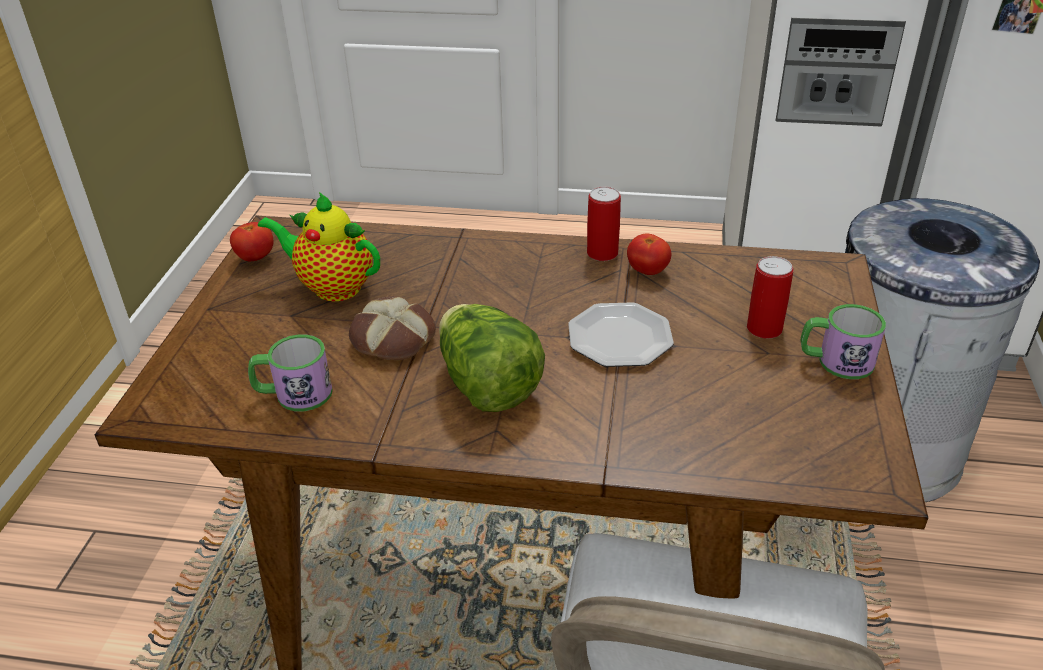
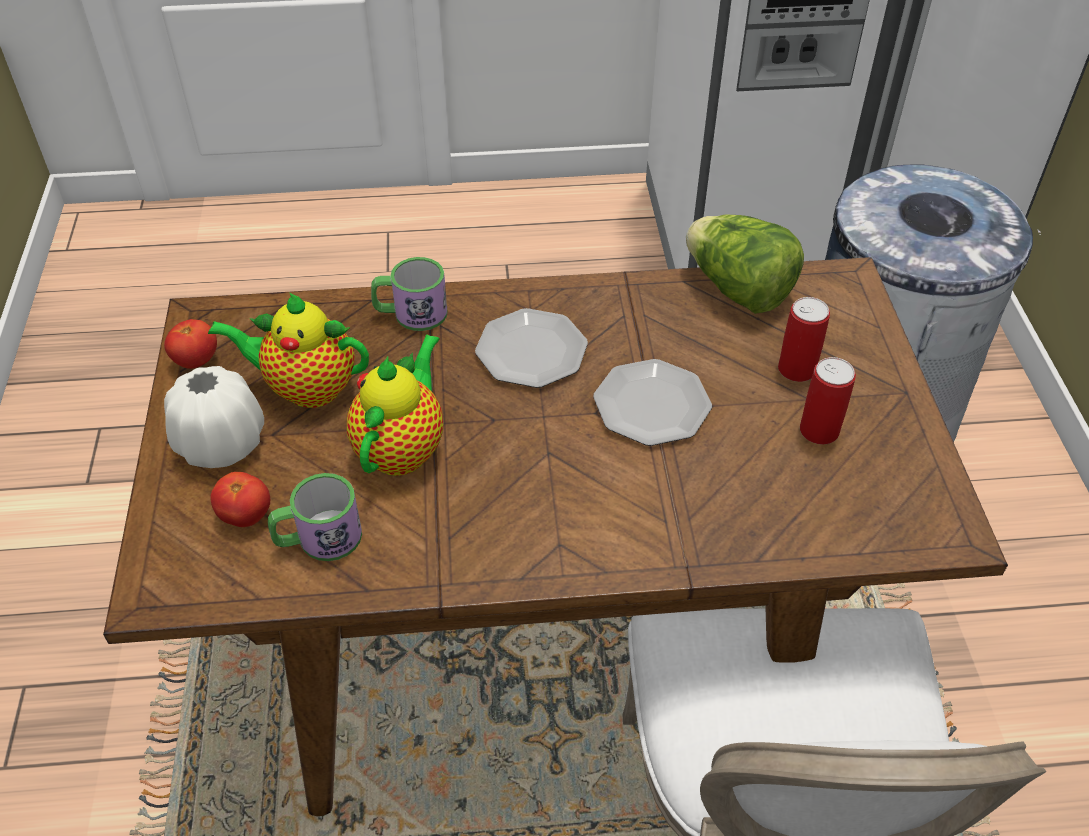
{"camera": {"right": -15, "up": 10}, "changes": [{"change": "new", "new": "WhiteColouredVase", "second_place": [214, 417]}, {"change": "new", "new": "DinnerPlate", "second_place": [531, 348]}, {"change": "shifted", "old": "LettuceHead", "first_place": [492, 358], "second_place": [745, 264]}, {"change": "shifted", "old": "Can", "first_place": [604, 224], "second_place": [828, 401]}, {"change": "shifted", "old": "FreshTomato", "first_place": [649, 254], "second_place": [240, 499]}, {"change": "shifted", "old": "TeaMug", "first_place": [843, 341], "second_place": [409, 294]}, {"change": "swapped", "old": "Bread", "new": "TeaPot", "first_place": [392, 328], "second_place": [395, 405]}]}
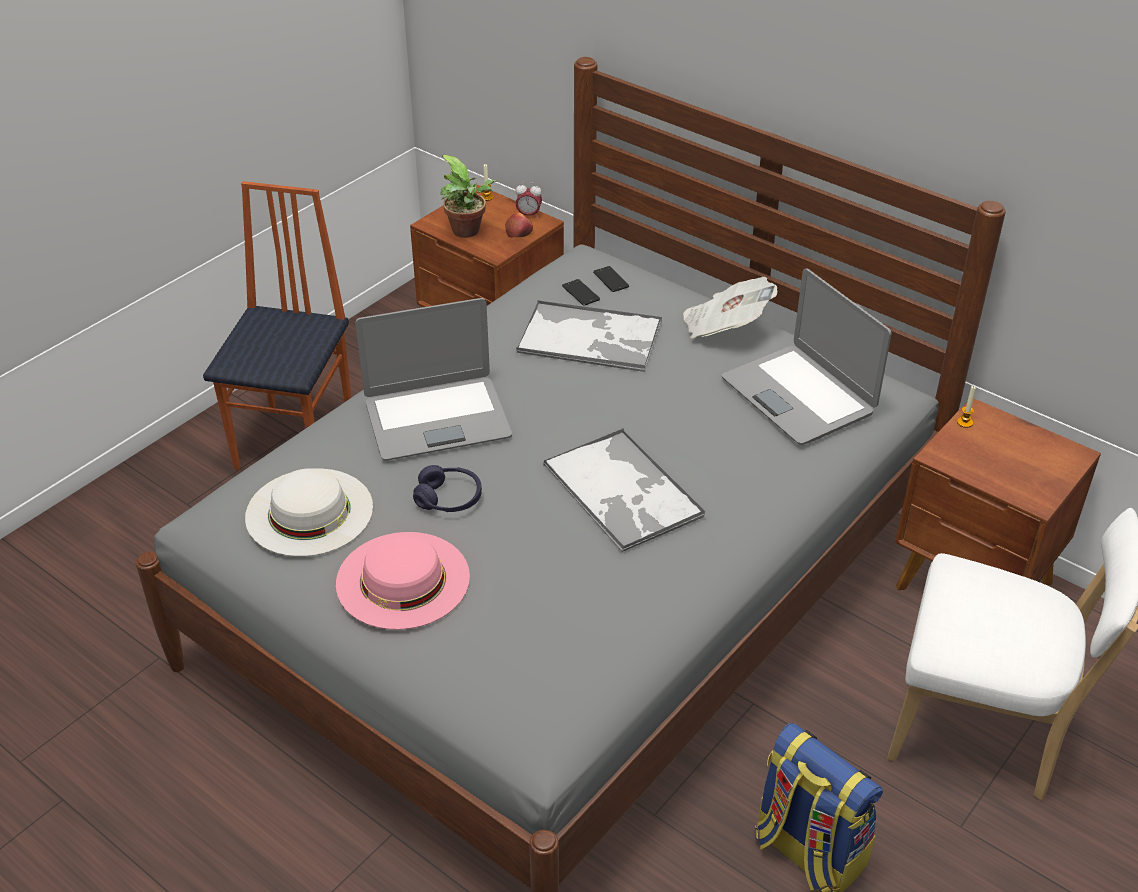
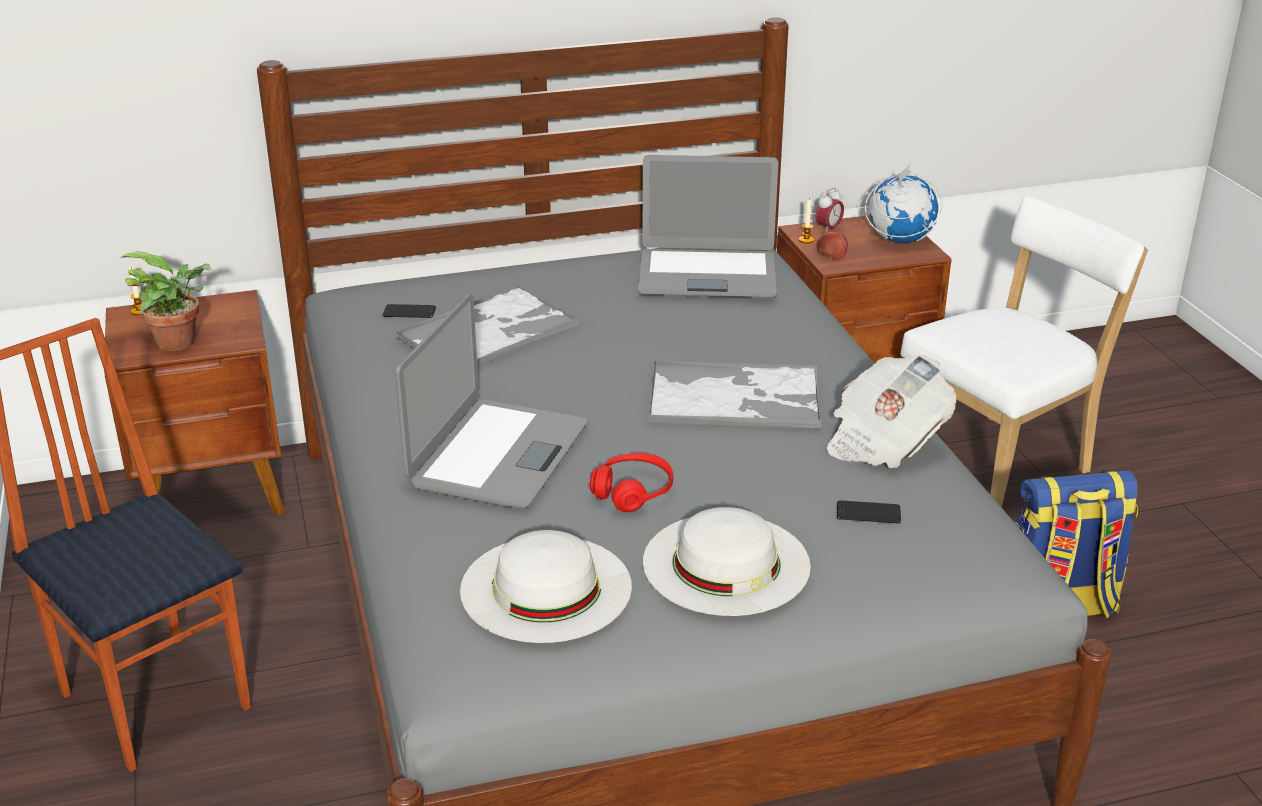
{"camera": {"right": -55, "up": -10}, "changes": [{"change": "new", "new": "Globe", "second_place": [903, 204]}, {"change": "shifted", "old": "AppleFruit", "first_place": [519, 225], "second_place": [832, 246]}, {"change": "shifted", "old": "BedsideClock", "first_place": [528, 200], "second_place": [829, 210]}, {"change": "shifted", "old": "Telephone", "first_place": [611, 279], "second_place": [869, 511]}, {"change": "shifted", "old": "DailyPaper", "first_place": [730, 308], "second_place": [891, 411]}, {"change": "repainted", "old": "PinkishClothingHat", "new": "WhiteColouredClothingHat", "first_place": [403, 581], "second_place": [727, 561]}, {"change": "repainted", "old": "PurpleColouredHeadset", "new": "RedColouredHeadset", "first_place": [447, 488], "second_place": [631, 482]}]}
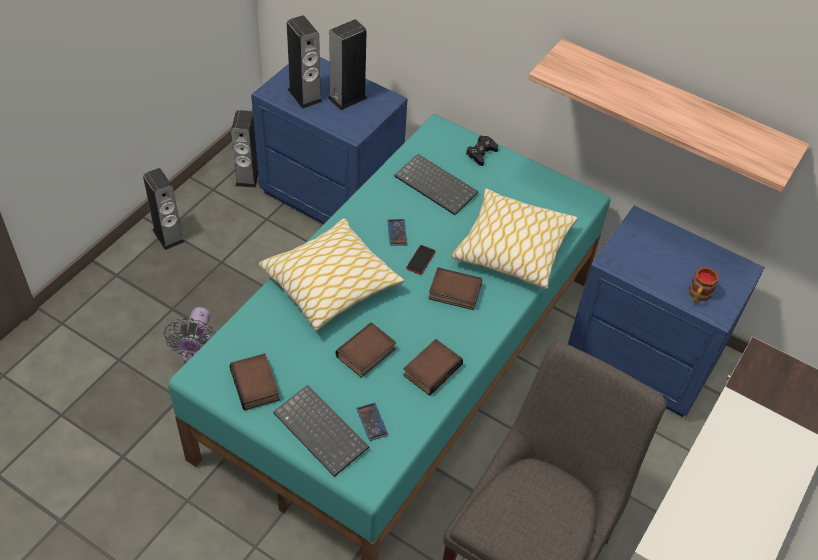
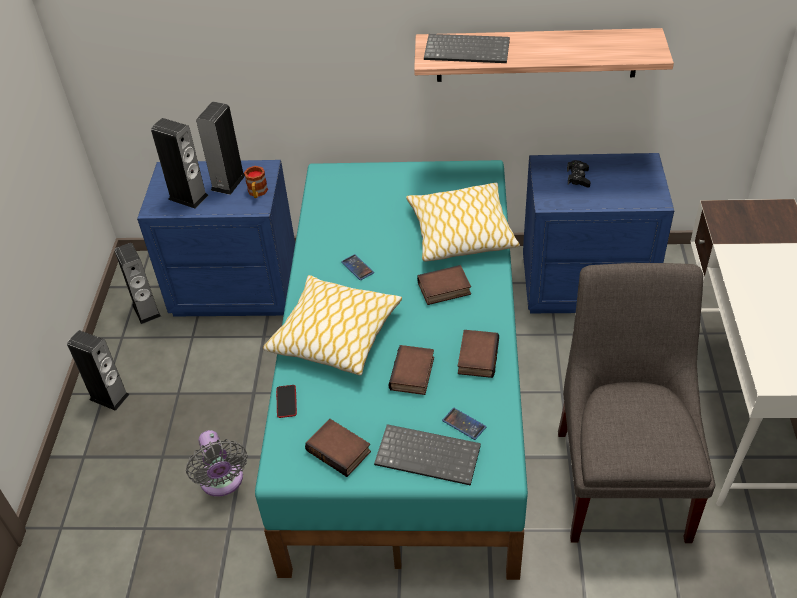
{"camera": {"right": -25, "up": -5}, "changes": [{"change": "shifted", "old": "Keyboard", "first_place": [436, 184], "second_place": [467, 48]}, {"change": "shifted", "old": "Telephone", "first_place": [421, 260], "second_place": [286, 401]}, {"change": "shifted", "old": "BlackGamepad", "first_place": [482, 150], "second_place": [578, 173]}, {"change": "shifted", "old": "TeaMug", "first_place": [704, 285], "second_place": [256, 182]}]}
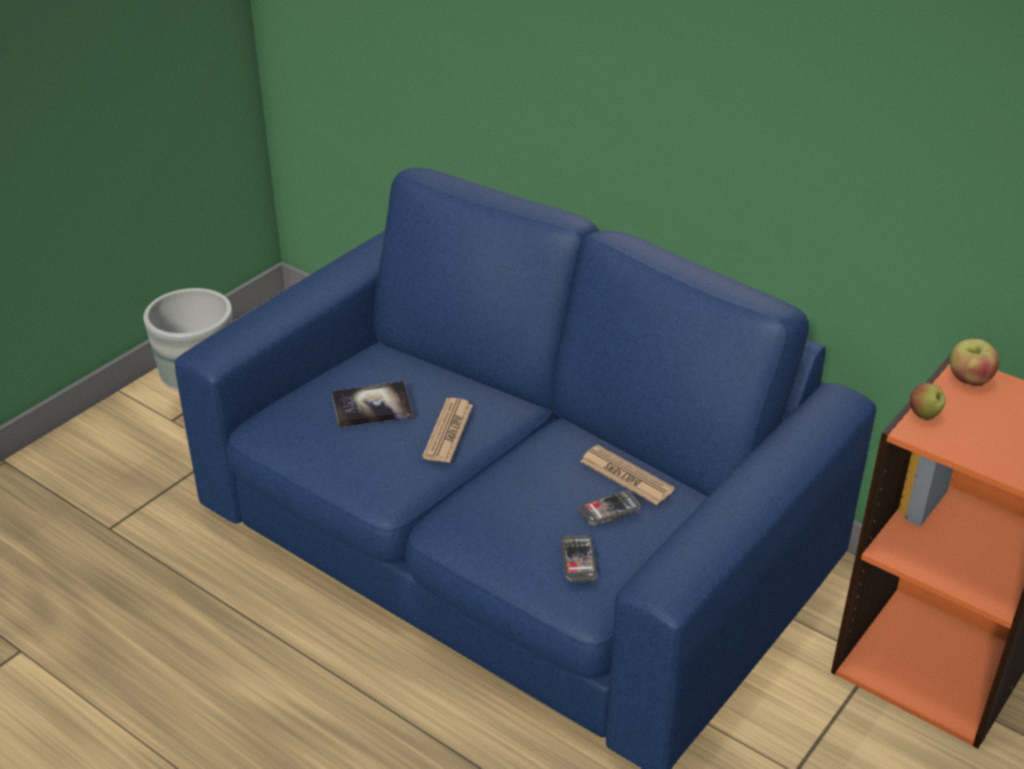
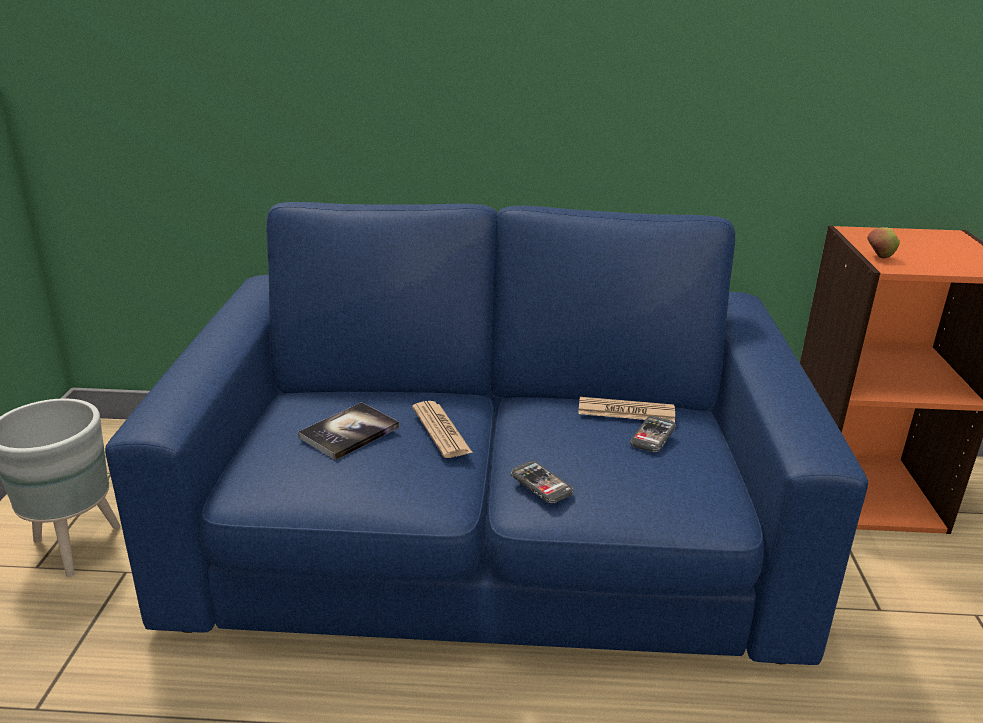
{"camera": {"right": -35, "up": -10}, "changes": [{"change": "gone", "old": "AppleFruit", "first_place": [974, 362]}, {"change": "shifted", "old": "Telephone", "first_place": [579, 558], "second_place": [542, 482]}]}
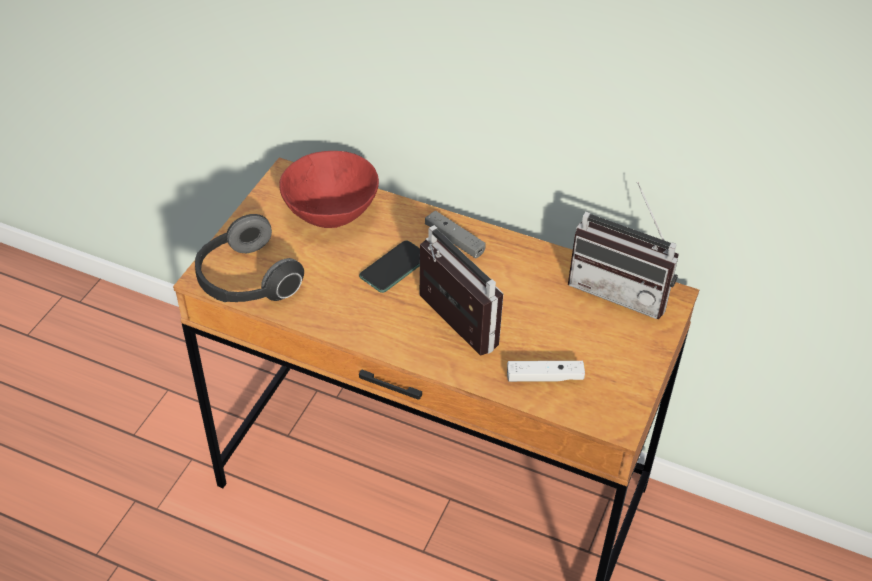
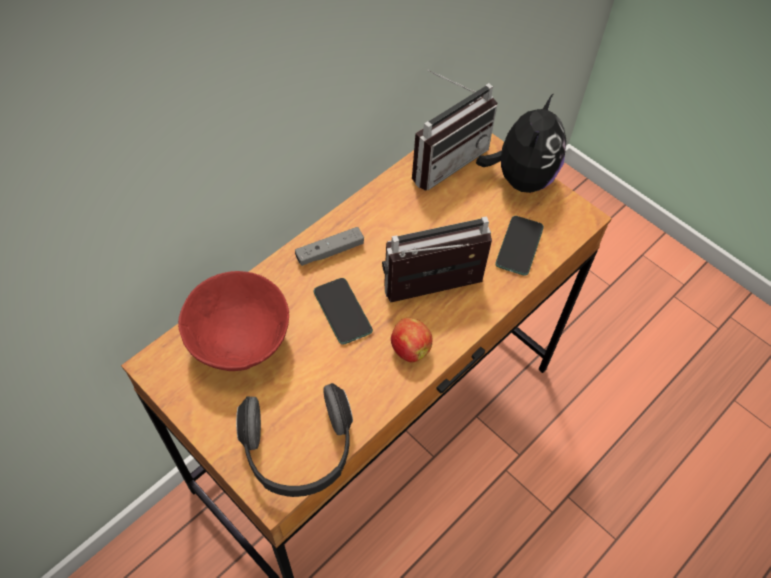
{"camera": {"right": -70, "up": 10}, "changes": [{"change": "new", "new": "AppleFruit", "second_place": [412, 340]}, {"change": "new", "new": "SoftToy", "second_place": [521, 143]}, {"change": "swapped", "old": "WhiteColouredGamepad", "new": "Telephone", "first_place": [546, 371], "second_place": [519, 246]}]}
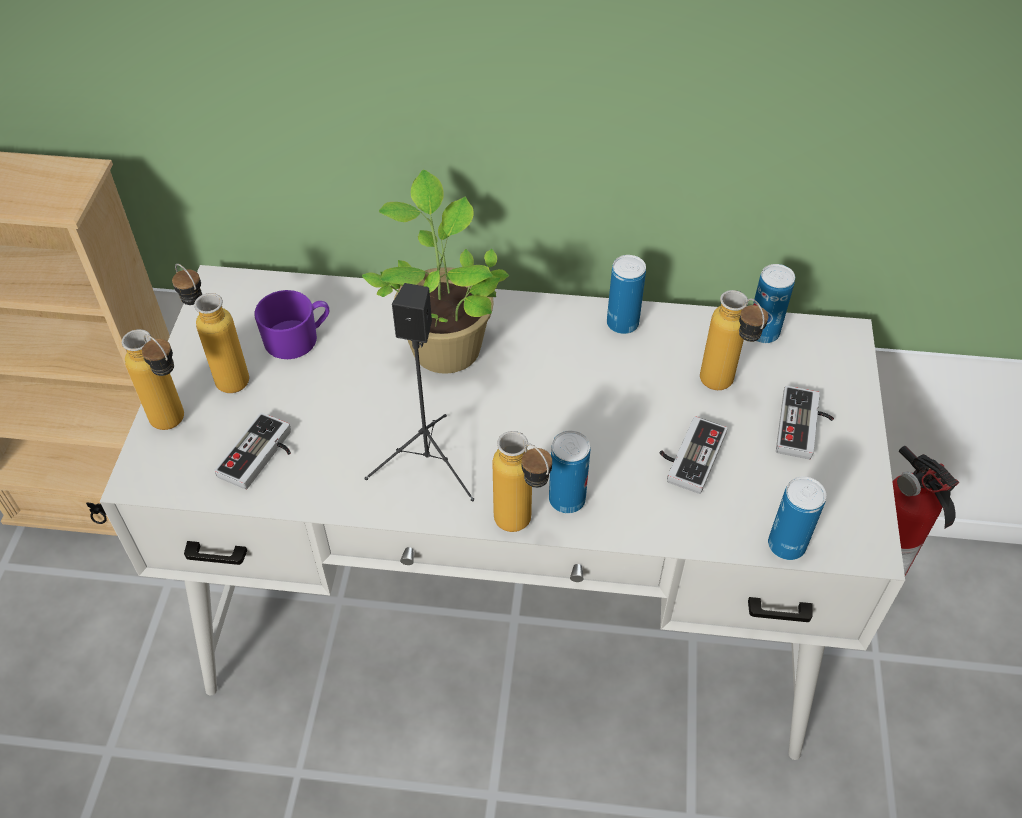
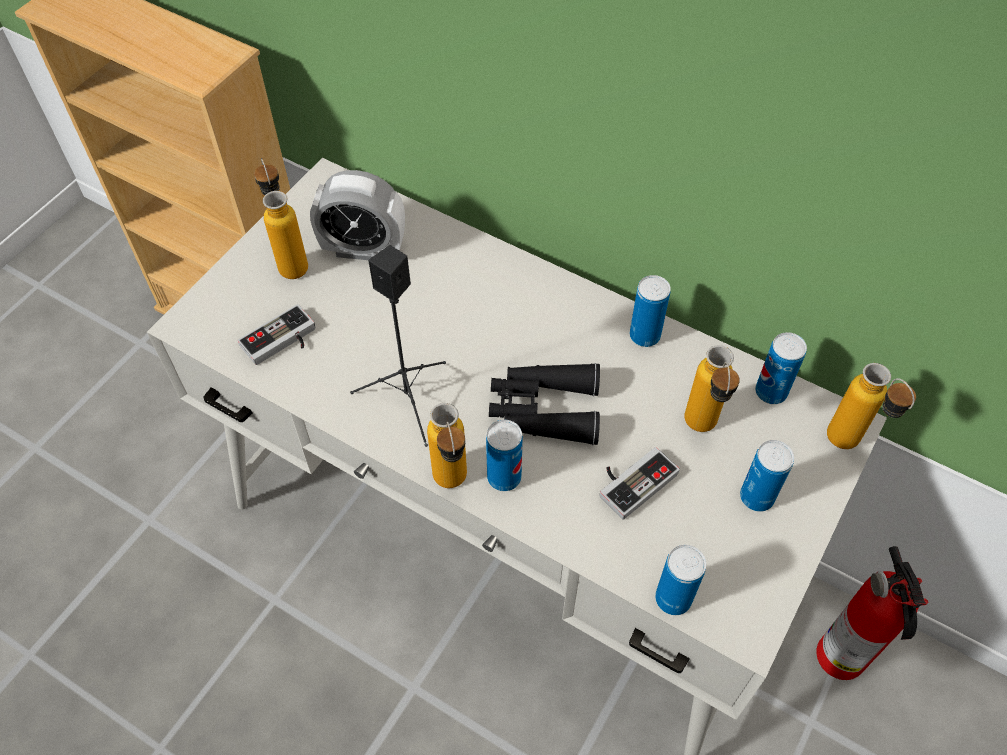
{"camera": {"right": 25, "up": 5}, "changes": [{"change": "gone", "old": "Houseplant", "first_place": [435, 272]}, {"change": "new", "new": "BlackFieldGlasses", "second_place": [544, 404]}, {"change": "shifted", "old": "BeverageBottle", "first_place": [153, 379], "second_place": [871, 406]}, {"change": "swapped", "old": "PurpleColouredTeaMug", "new": "BedsideClock", "first_place": [291, 324], "second_place": [357, 215]}, {"change": "swapped", "old": "Gamepad", "new": "Can", "first_place": [805, 423], "second_place": [767, 476]}]}
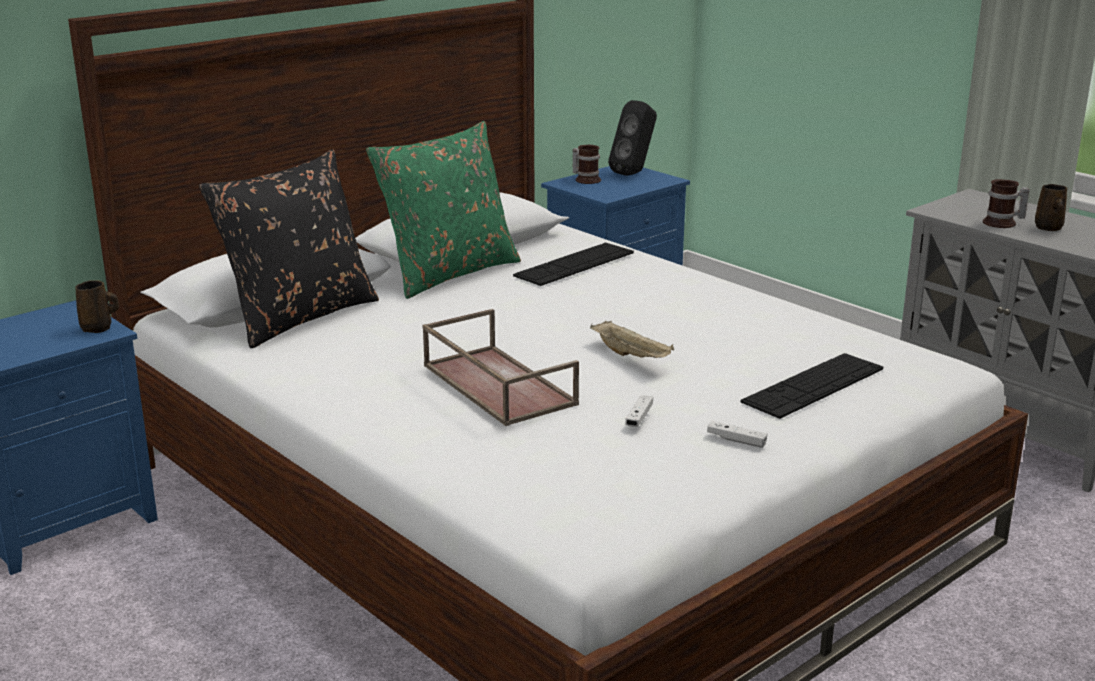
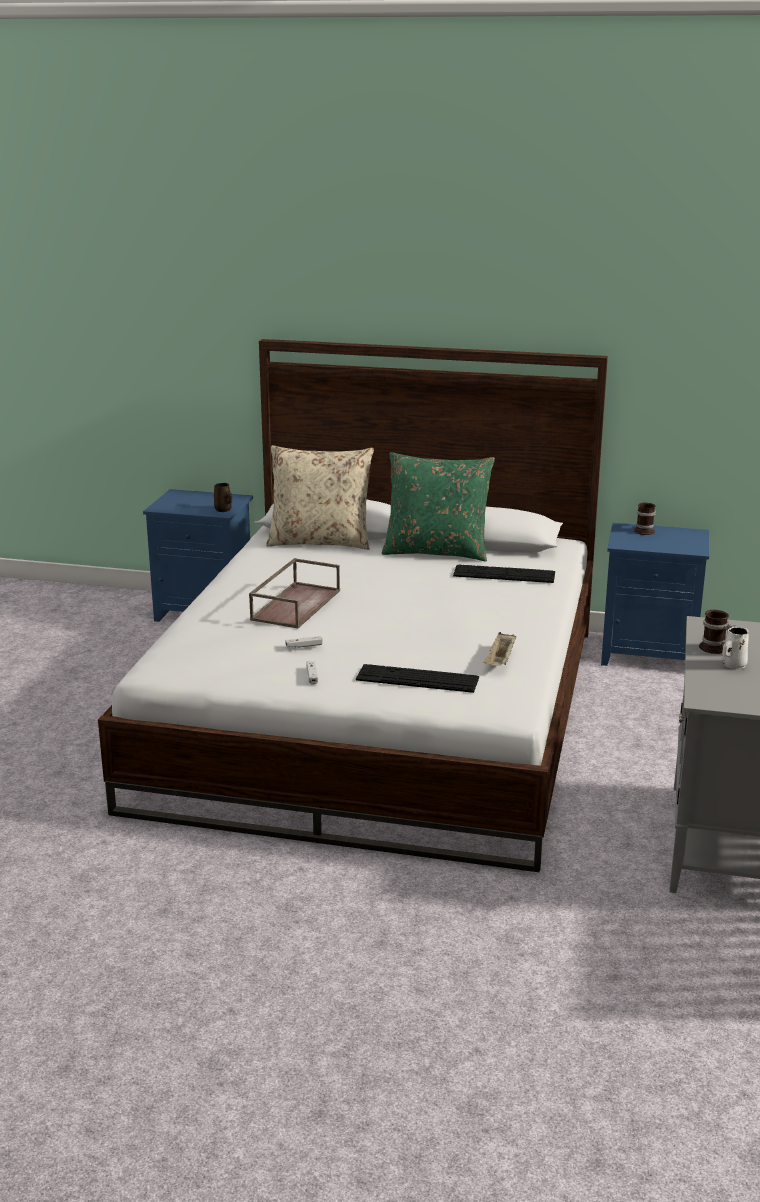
{"camera": {"right": 55, "up": 0}, "changes": [{"change": "gone", "old": "BlackLoudspeaker", "first_place": [632, 138]}, {"change": "shifted", "old": "BeigeColouredTray", "first_place": [632, 339], "second_place": [500, 649]}, {"change": "repainted", "old": "BlackPillow", "new": "BeigeColouredPillow", "first_place": [289, 249], "second_place": [320, 497]}, {"change": "repainted", "old": "BrownishTeaMug", "new": "WhiteColouredTeaMug", "first_place": [1051, 207], "second_place": [735, 648]}]}
